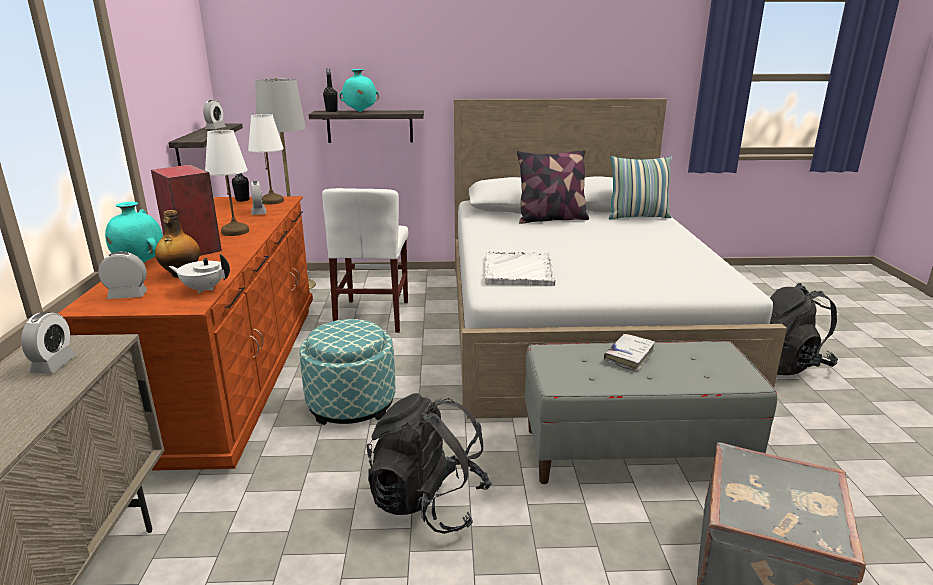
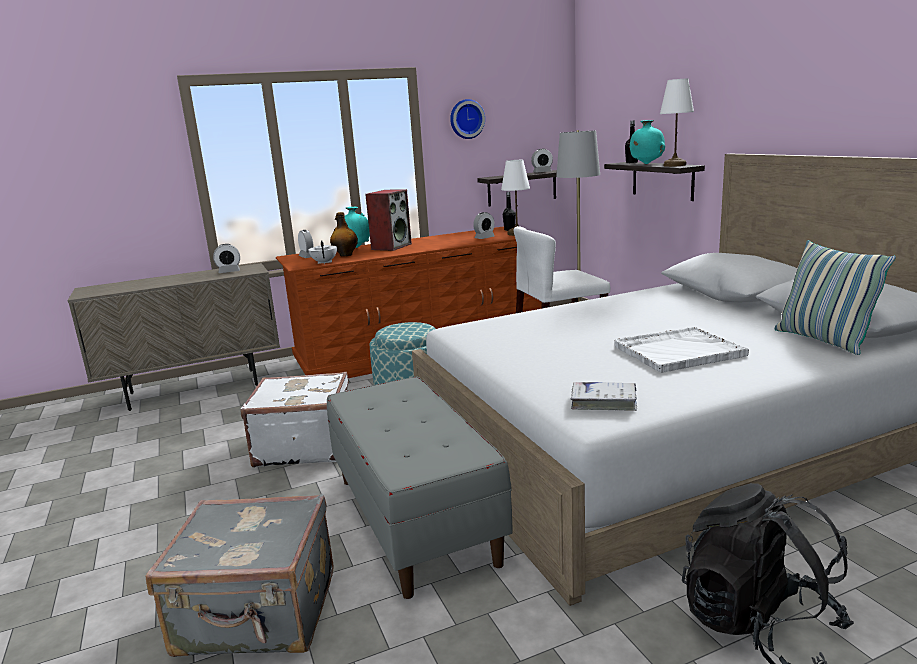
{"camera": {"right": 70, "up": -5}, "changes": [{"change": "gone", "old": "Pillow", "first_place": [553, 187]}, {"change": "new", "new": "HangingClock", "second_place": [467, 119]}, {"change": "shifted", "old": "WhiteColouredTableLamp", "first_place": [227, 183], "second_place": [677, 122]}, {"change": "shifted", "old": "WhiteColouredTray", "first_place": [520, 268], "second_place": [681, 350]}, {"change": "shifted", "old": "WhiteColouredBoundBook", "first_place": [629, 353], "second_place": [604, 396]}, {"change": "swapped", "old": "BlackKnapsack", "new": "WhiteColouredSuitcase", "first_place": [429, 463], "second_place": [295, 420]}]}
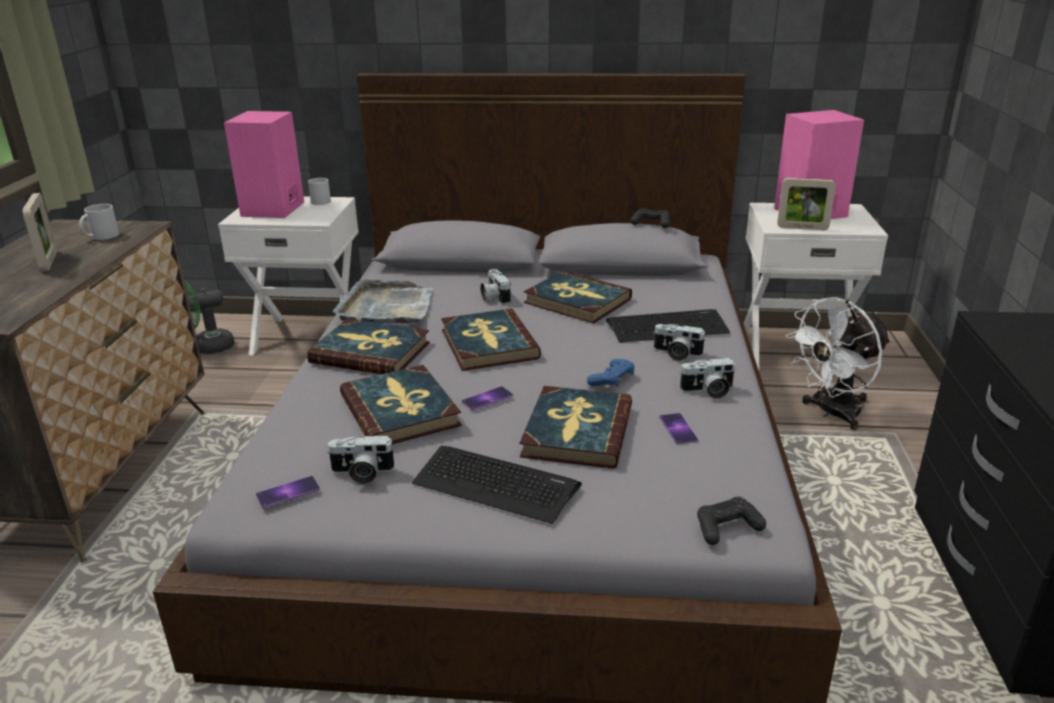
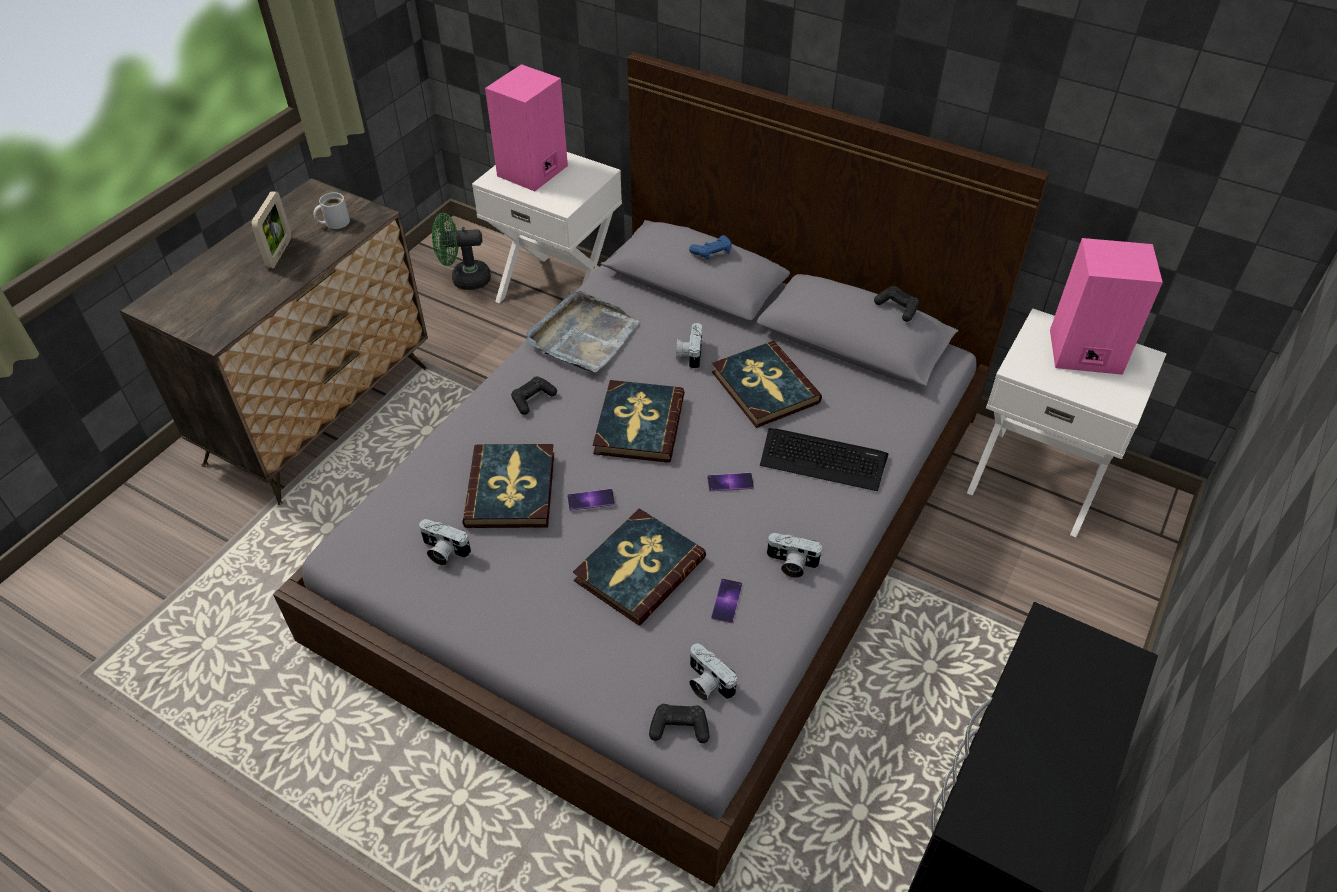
{"camera": {"right": 25, "up": 20}, "changes": [{"change": "gone", "old": "WhiteColouredTeaMug", "first_place": [319, 191]}, {"change": "gone", "old": "Keyboard", "first_place": [497, 485]}, {"change": "gone", "old": "StandingFrame", "first_place": [806, 204]}, {"change": "gone", "old": "WhiteColouredElectricFan", "first_place": [838, 363]}, {"change": "shifted", "old": "Telephone", "first_place": [288, 492], "second_place": [730, 482]}, {"change": "shifted", "old": "BlueGamepad", "first_place": [611, 373], "second_place": [710, 247]}, {"change": "shifted", "old": "PhotoCamera", "first_place": [679, 342], "second_place": [713, 672]}, {"change": "swapped", "old": "BoundBook", "new": "BlackGamepad", "first_place": [368, 346], "second_place": [534, 395]}]}
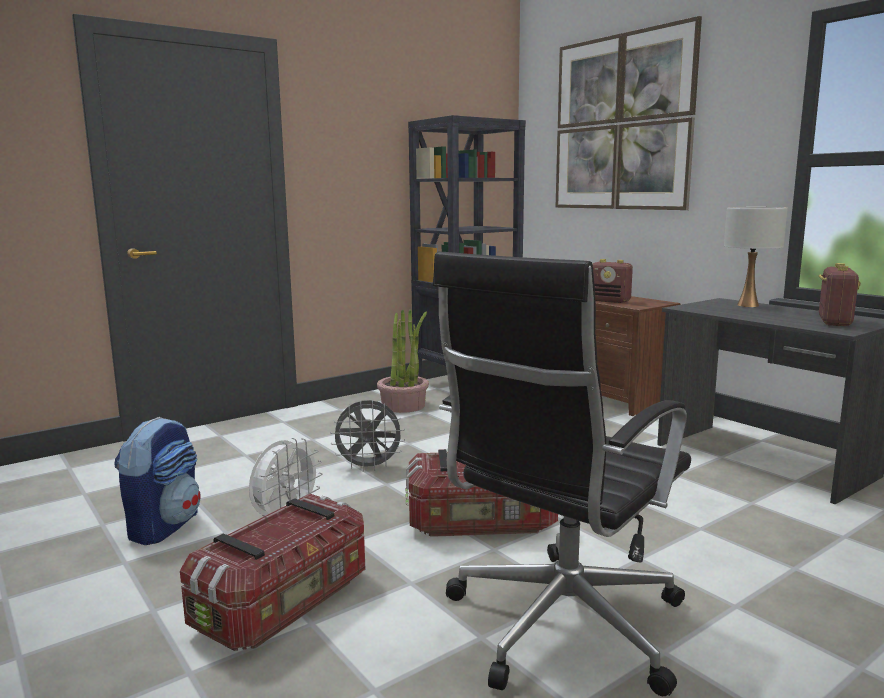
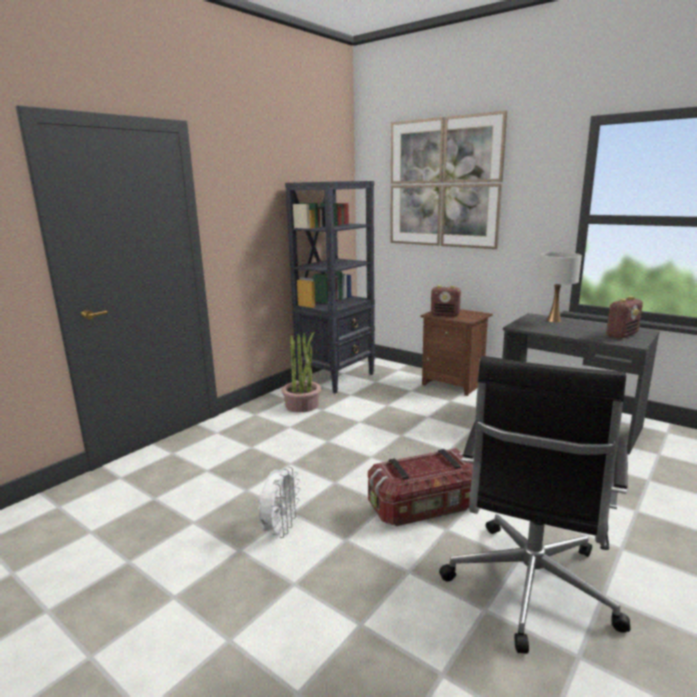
{"camera": {"right": -15, "up": 5}, "changes": [{"change": "gone", "old": "Knapsack", "first_place": [157, 481]}, {"change": "gone", "old": "StorageBox", "first_place": [272, 572]}, {"change": "gone", "old": "GreyElectricFan", "first_place": [367, 436]}, {"change": "rotated", "old": "RadioSet", "first_place": [840, 294], "second_place": [624, 317], "degrees": 45}]}
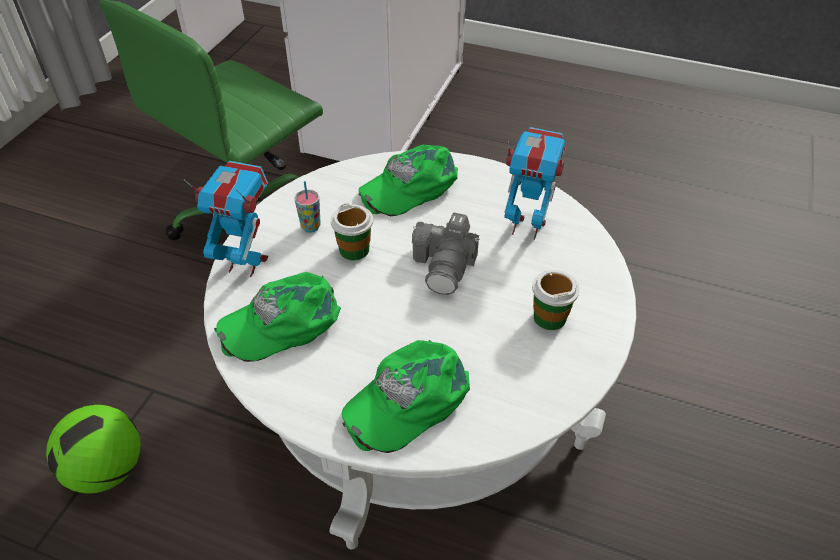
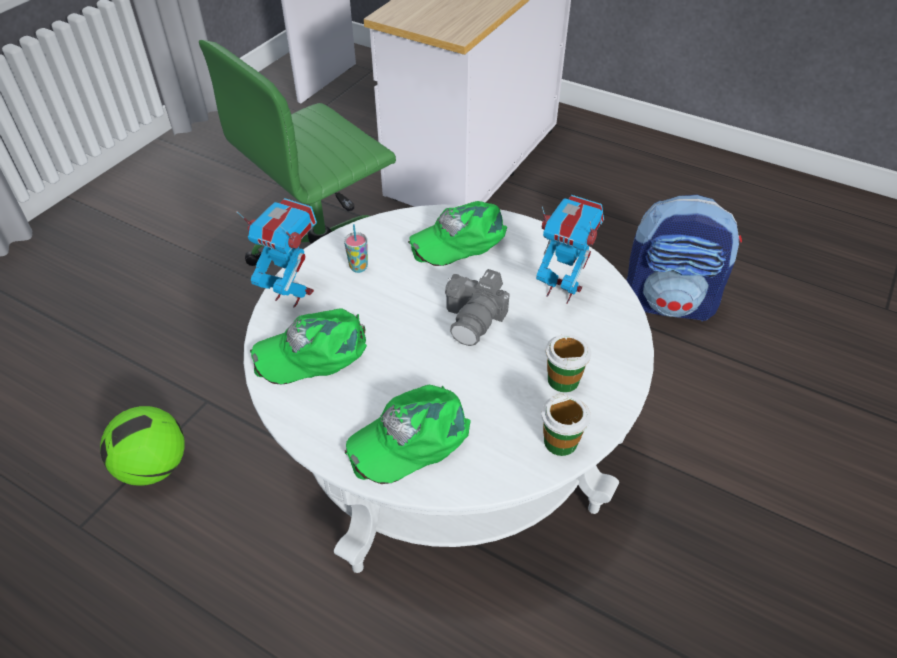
{"camera": {"right": 10, "up": 0}, "changes": [{"change": "new", "new": "Knapsack", "second_place": [684, 258]}, {"change": "shifted", "old": "SmallCup", "first_place": [351, 231], "second_place": [566, 425]}]}
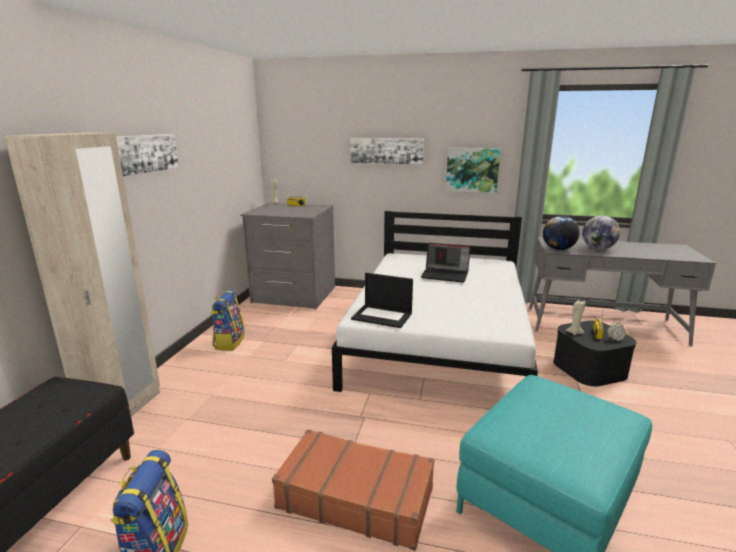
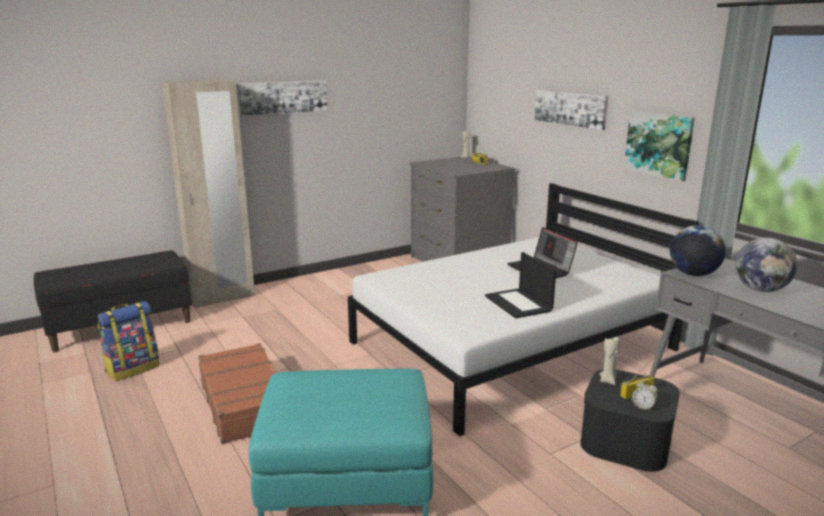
{"camera": {"right": 45, "up": 0}, "changes": [{"change": "gone", "old": "Knapsack", "first_place": [227, 319]}, {"change": "shifted", "old": "Laptop", "first_place": [382, 300], "second_place": [520, 285]}]}
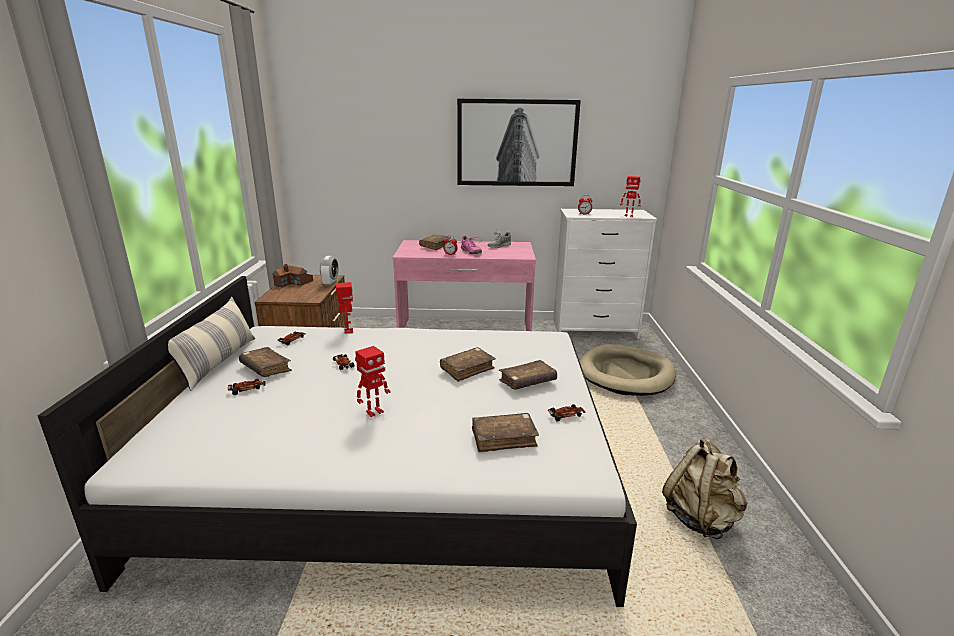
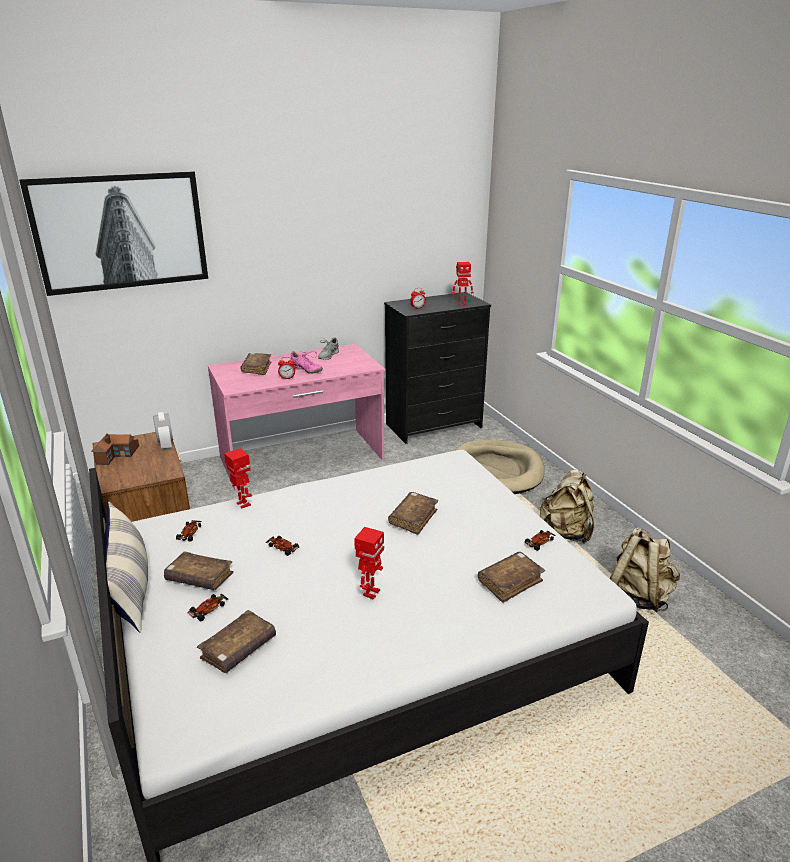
{"camera": {"right": -25, "up": 5}, "changes": [{"change": "new", "new": "BeigeColouredKnapsack", "second_place": [567, 506]}, {"change": "shifted", "old": "WallArt", "first_place": [519, 142], "second_place": [113, 233]}, {"change": "shifted", "old": "BrownishBoundBook", "first_place": [528, 375], "second_place": [236, 641]}, {"change": "repainted", "old": "WhiteColouredDrawerChest", "new": "BlackDrawerChest", "first_place": [605, 274], "second_place": [437, 368]}]}
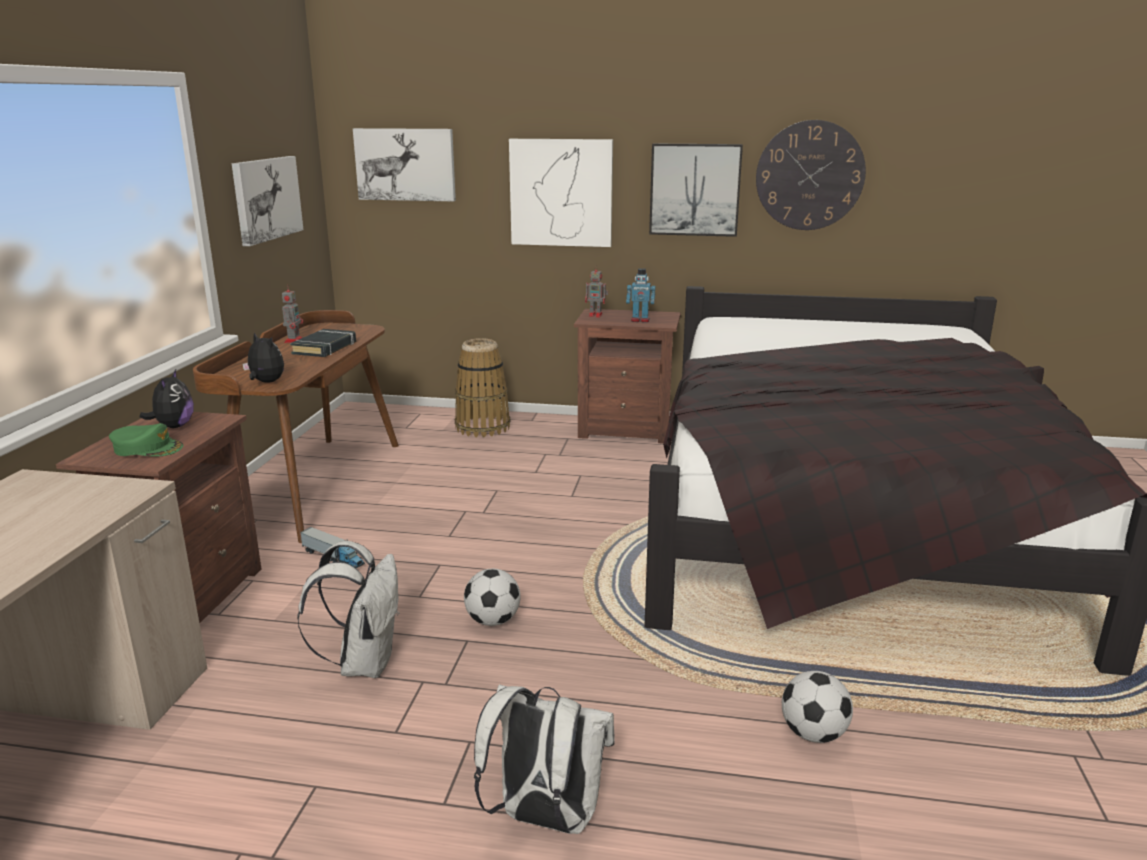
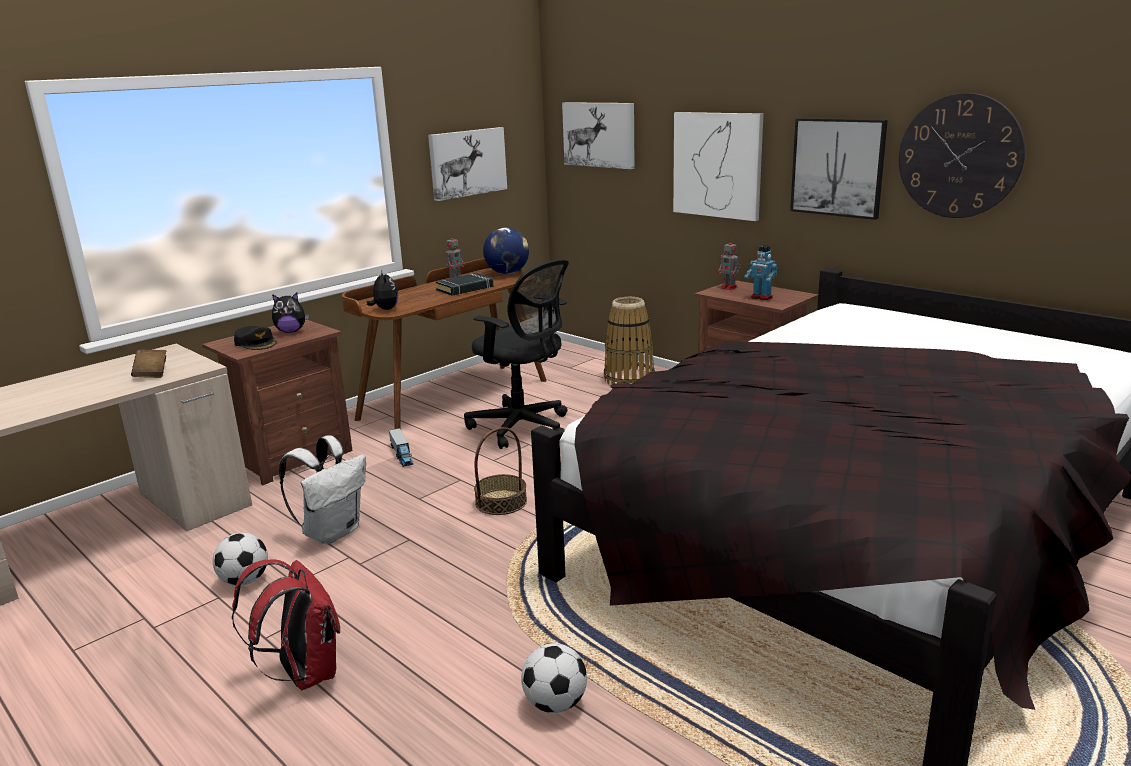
{"camera": {"right": 35, "up": 0}, "changes": [{"change": "new", "new": "BrownishBoundBook", "second_place": [148, 363]}, {"change": "new", "new": "BlackDeskChair", "second_place": [516, 354]}, {"change": "new", "new": "StorageBasket", "second_place": [500, 471]}, {"change": "new", "new": "Globe", "second_place": [506, 251]}, {"change": "shifted", "old": "FootballBall", "first_place": [492, 597], "second_place": [240, 559]}, {"change": "repainted", "old": "GreenPeakedCap", "new": "BlackPeakedCap", "first_place": [146, 440], "second_place": [255, 338]}, {"change": "repainted", "old": "WhiteColouredKnapsack", "new": "RedColouredKnapsack", "first_place": [544, 759], "second_place": [286, 624]}, {"change": "rotated", "old": "SoftToy", "first_place": [167, 399], "second_place": [290, 313], "degrees": 45}]}
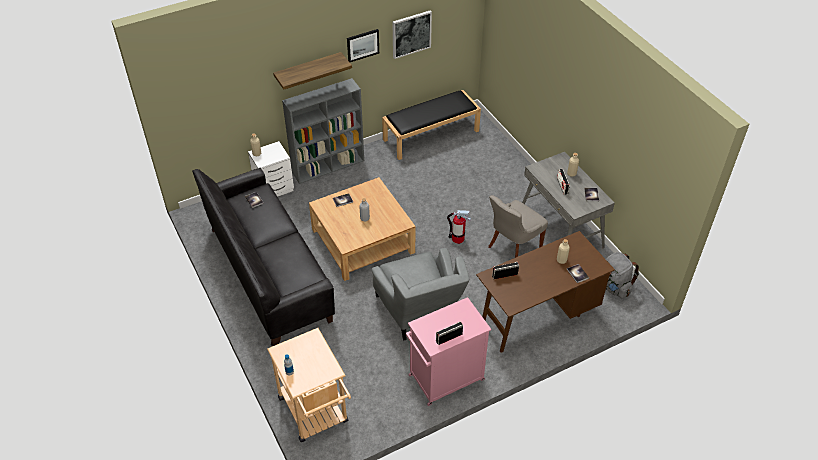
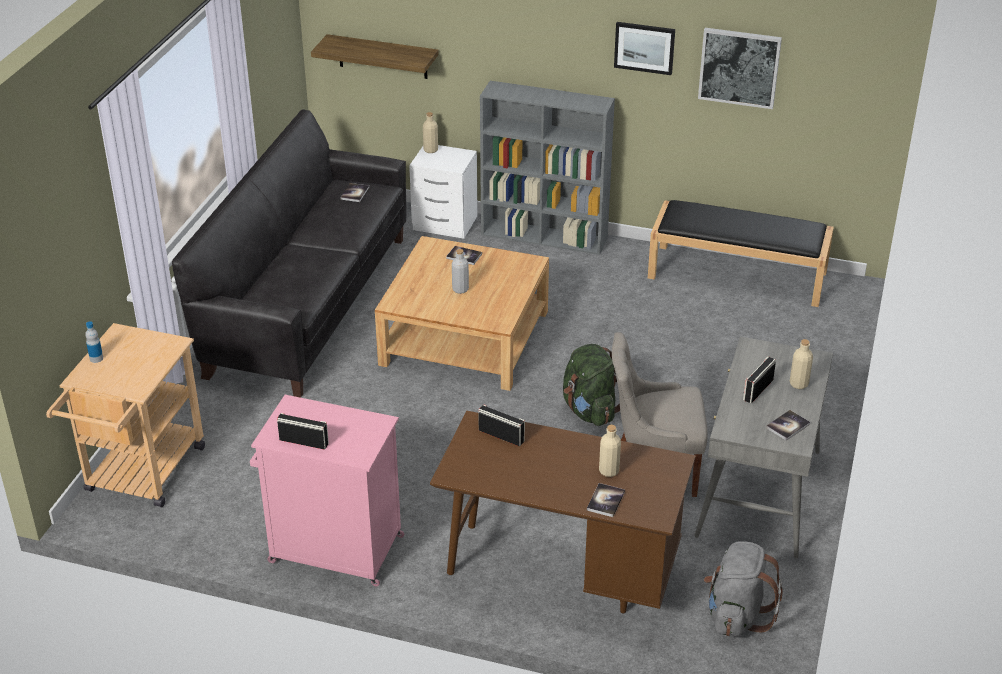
{"camera": {"right": 45, "up": -10}, "changes": [{"change": "gone", "old": "GreyEasyChair", "first_place": [420, 294]}, {"change": "shifted", "old": "WallShelf", "first_place": [312, 71], "second_place": [375, 56]}, {"change": "swapped", "old": "FireExtinguisher", "new": "GreenKnapsack", "first_place": [459, 227], "second_place": [591, 385]}]}
